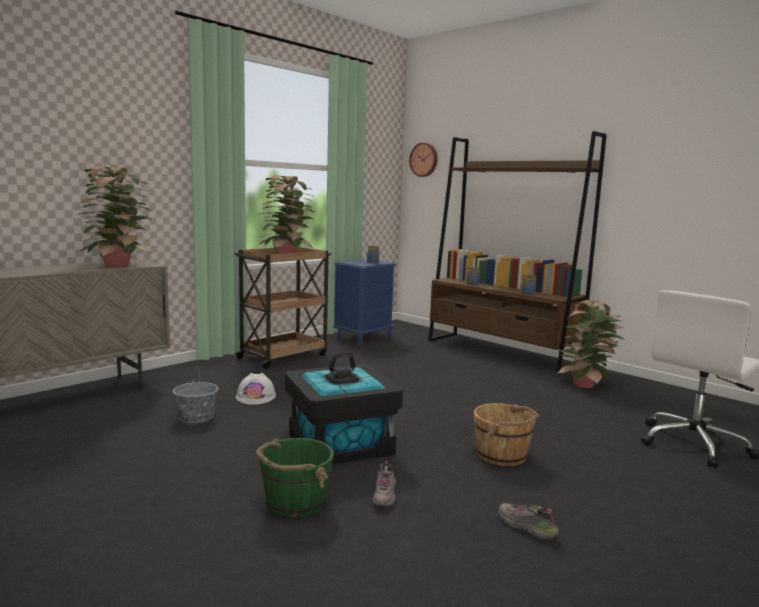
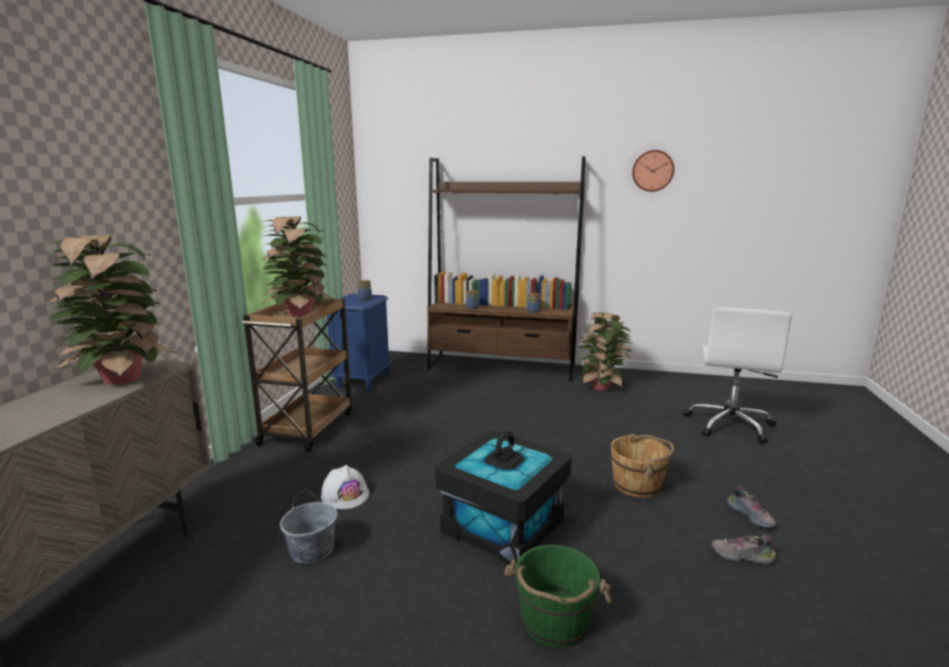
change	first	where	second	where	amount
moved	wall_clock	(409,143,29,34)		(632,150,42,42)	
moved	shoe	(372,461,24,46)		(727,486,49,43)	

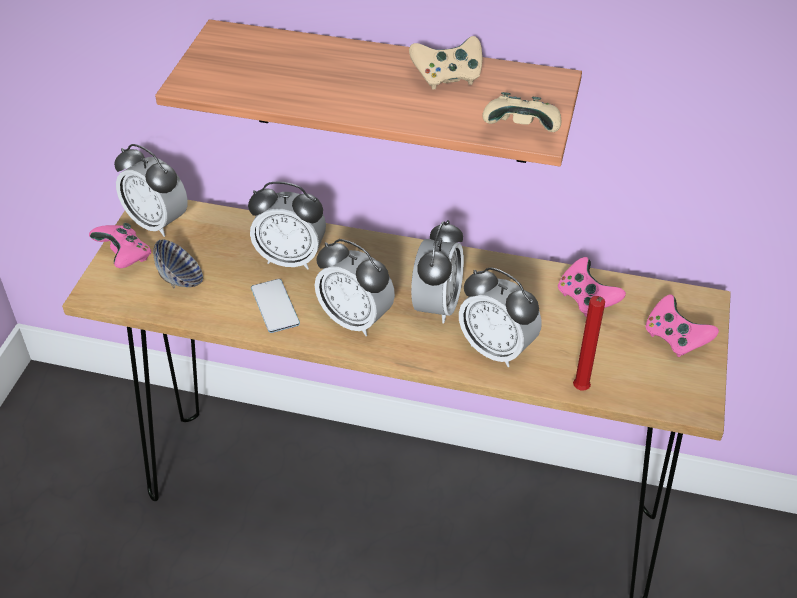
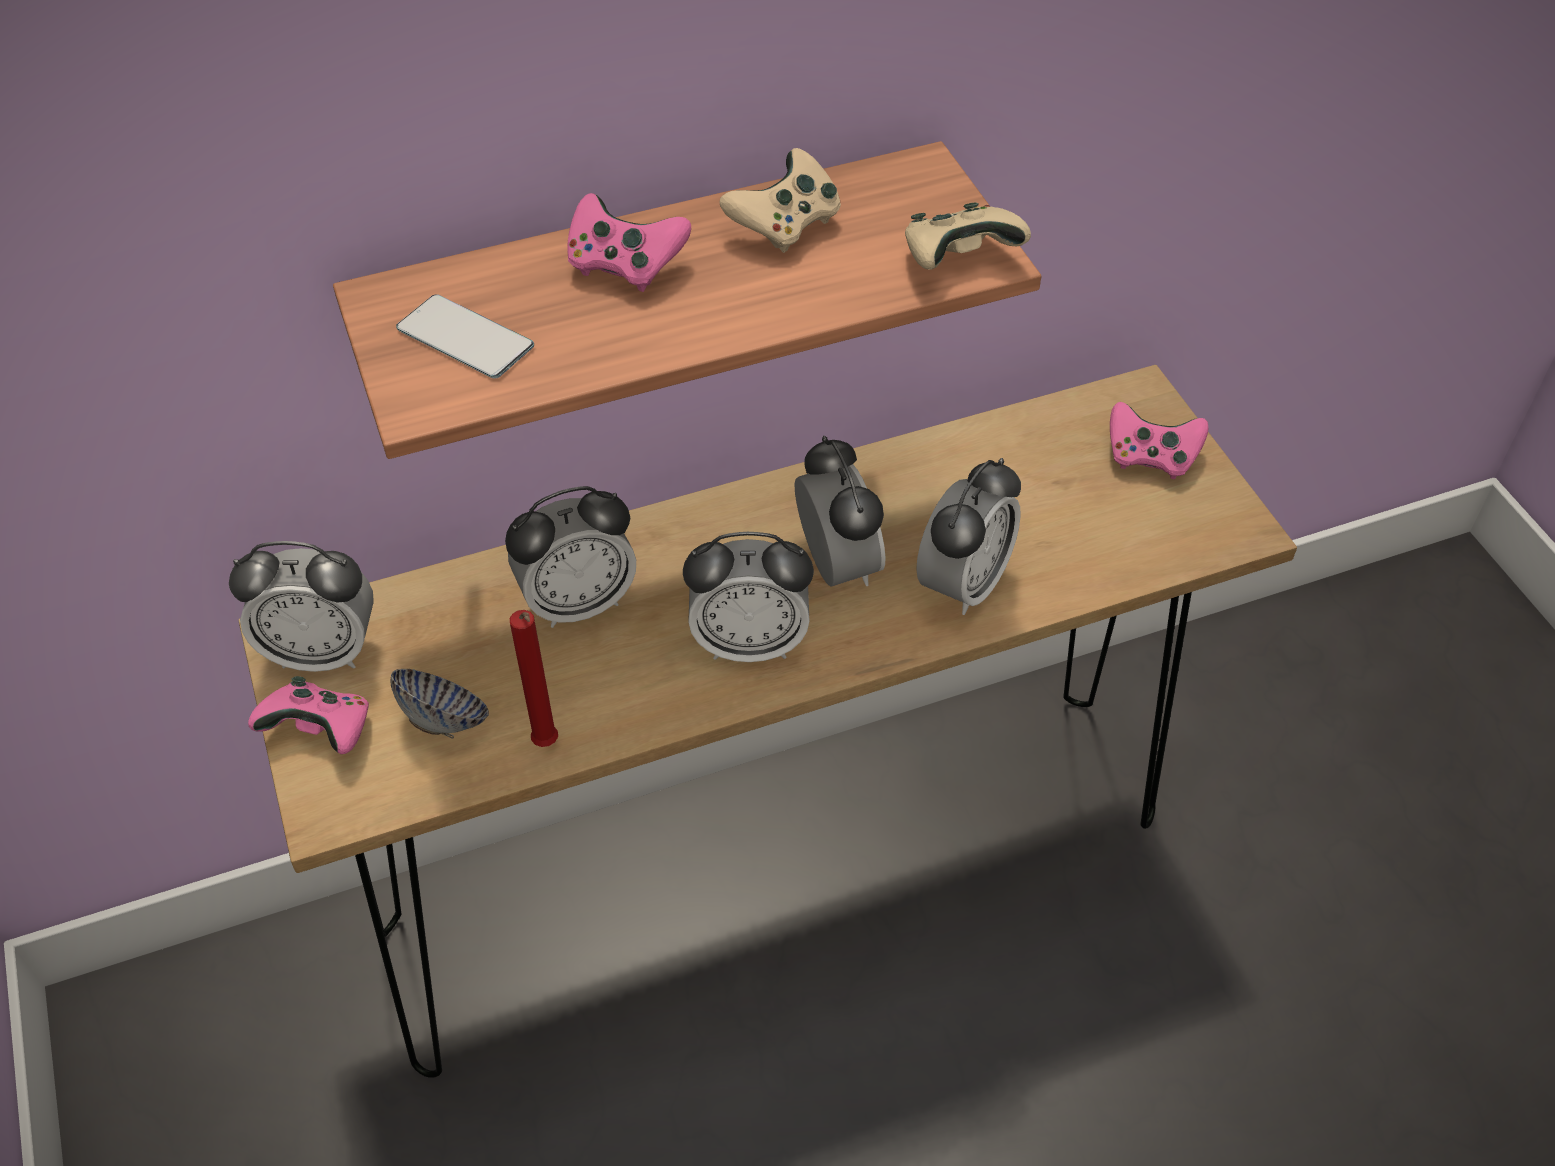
change	first	where	second	where	amount
moved	pink_game_controller	(558,257,68,60)		(567,193,124,99)	
turned	alarm_clock	(459,267,83,100)		(916,458,105,157)	60 degrees counterclockwise
moved	phone	(251,279,49,54)		(396,294,138,85)	
moved	red_candle	(573,296,32,95)		(510,610,48,137)	

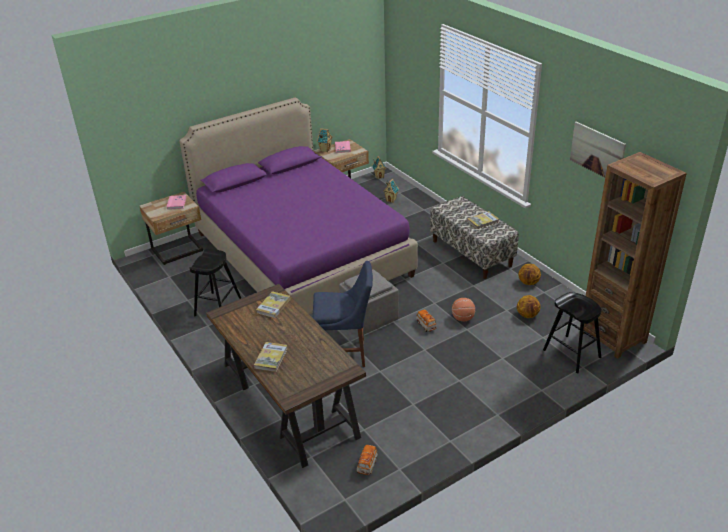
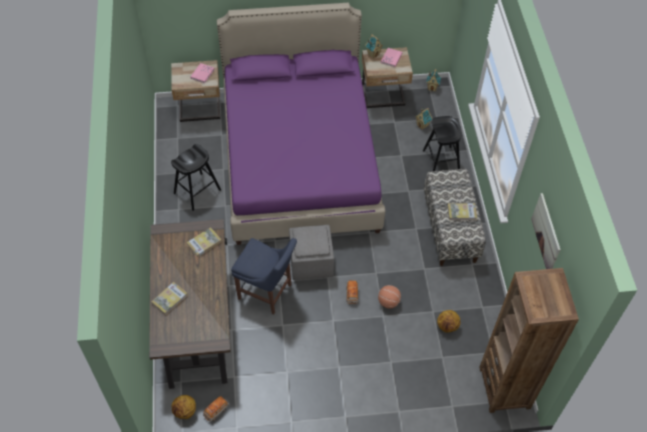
change	first	where	second	where	amount
moved	basketball	(518,264,23,21)		(172,395,24,24)	
moved	black_stool	(543,292,58,81)		(423,116,38,55)	

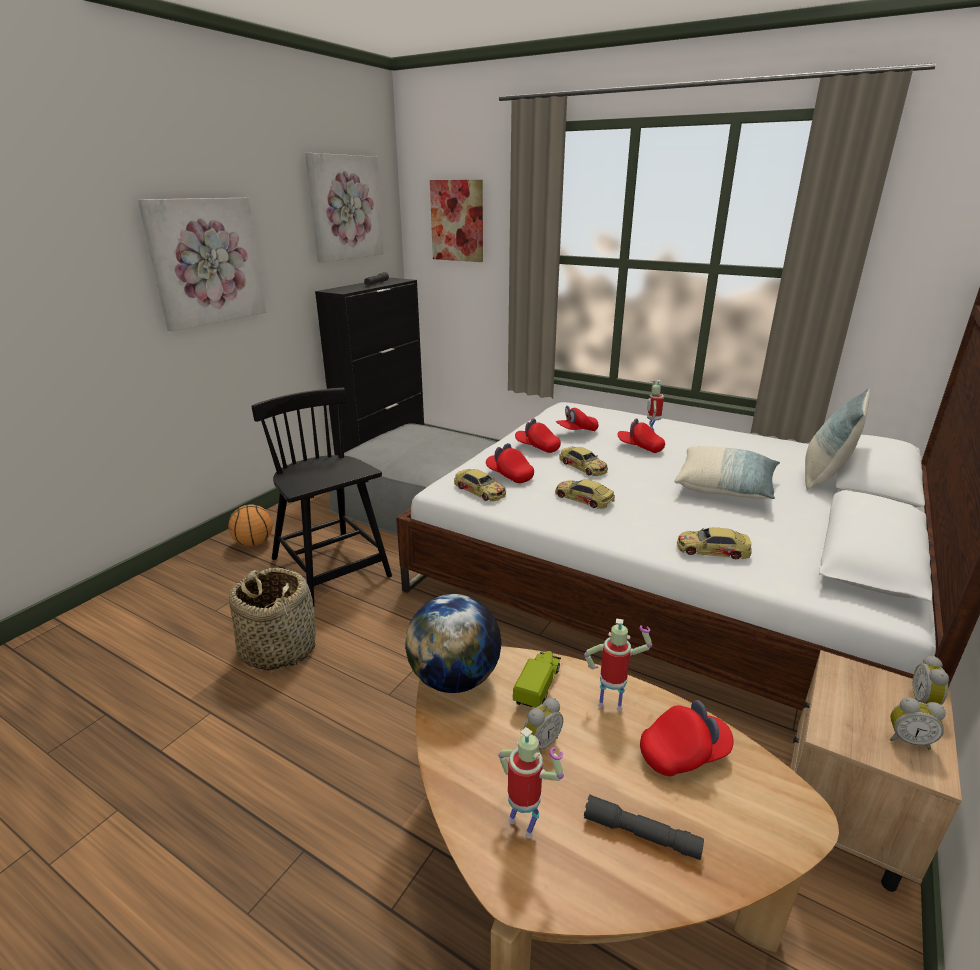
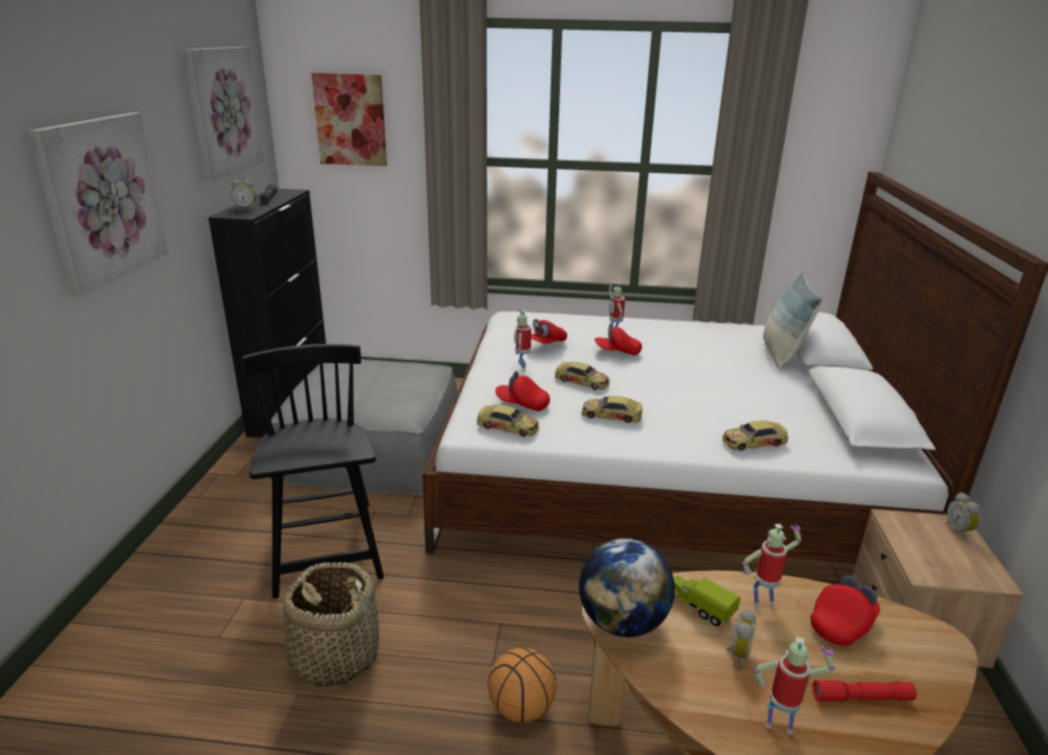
change	first	where	second	where	amount
turned	black_chair	(252,388,140,218)		(241,344,143,255)	45 degrees clockwise
replaced	red_cap	(515,419,46,34)	toy_robot	(514,310,17,62)	
removed	pillow	(674,446,106,53)			
moved	basketball	(228,505,45,41)		(488,648,69,74)	
turned	toy_truck	(513,651,48,57)		(673,576,67,50)	45 degrees counterclockwise
moved	alarm_clock	(890,697,56,53)		(231,180,25,30)	
recoloured	grey_flashlight	(584,794,120,66)	red_flashlight	(812,680,105,22)	

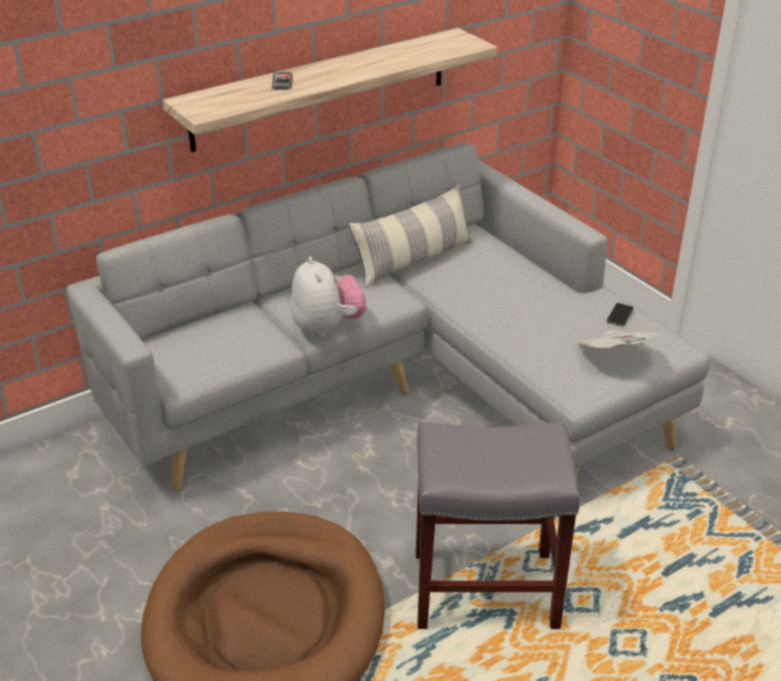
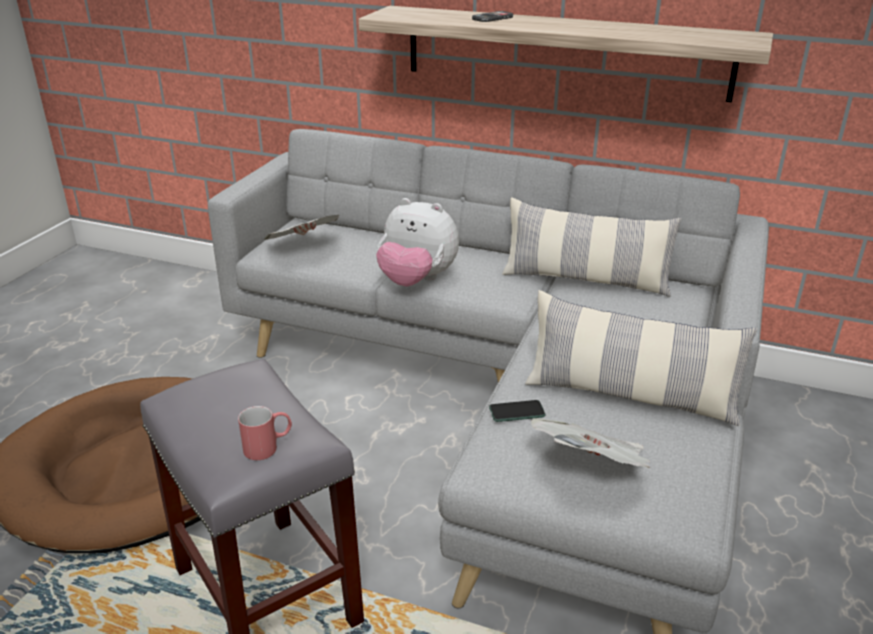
change	first	where	second	where	amount
turned	plush_toy	(291,256,76,81)		(376,198,83,89)	75 degrees clockwise
moved	phone	(607,303,27,23)		(489,400,56,22)	
added			newspaper	(264,215,75,25)	
added			pillow	(525,290,232,136)	
added			red_mug	(238,406,54,54)	

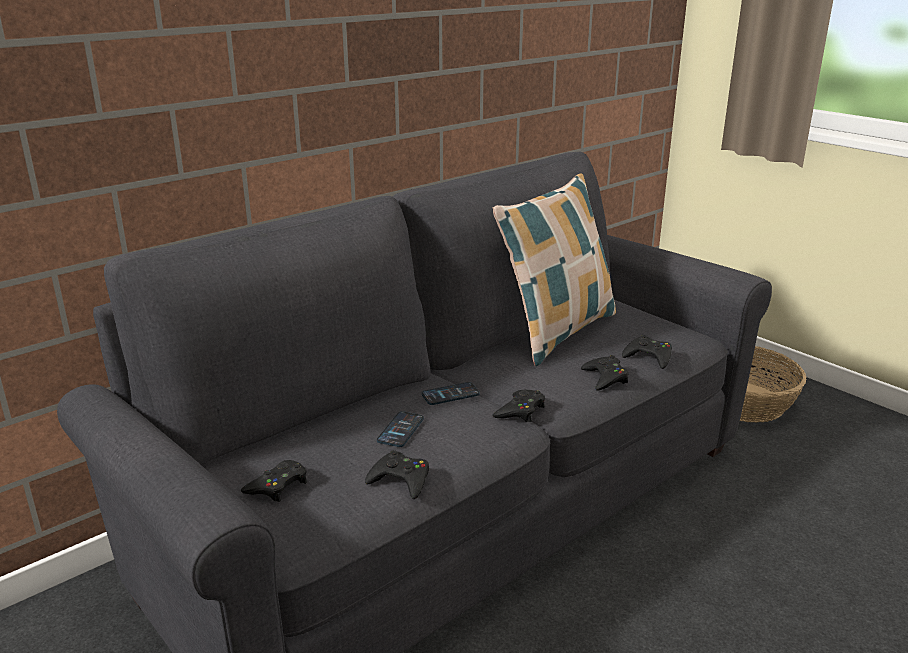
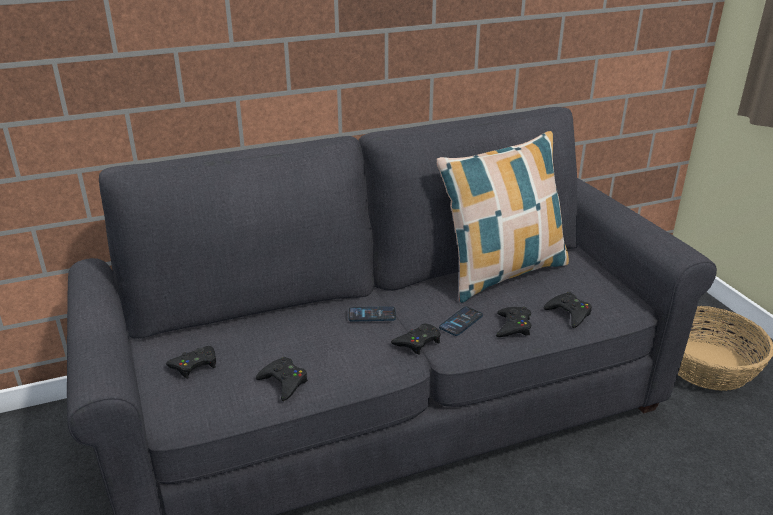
change	first	where	second	where	amount
moved	phone	(377,411,47,36)		(439,306,44,30)	

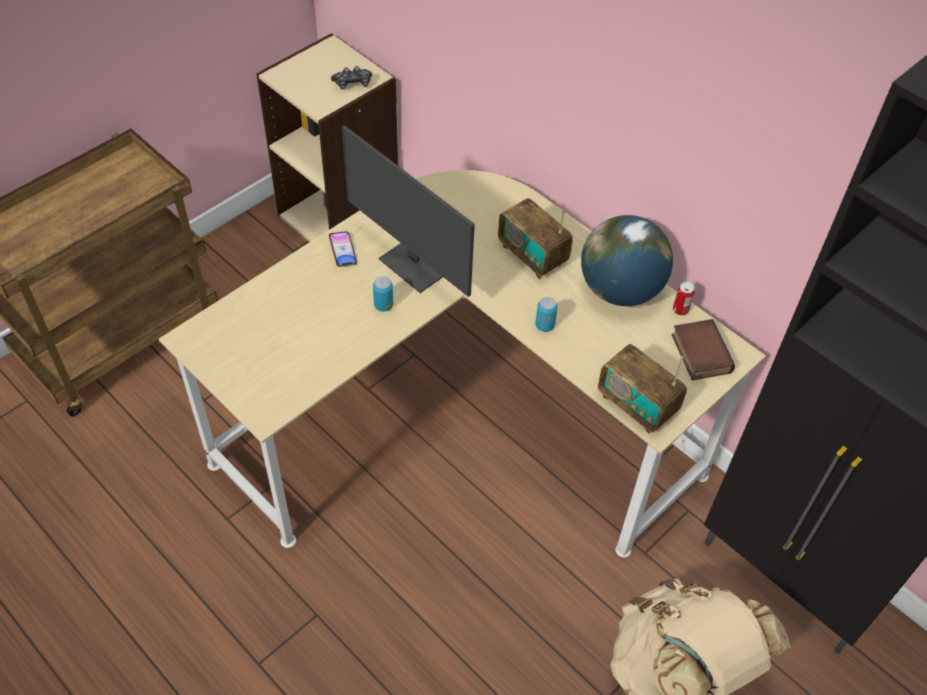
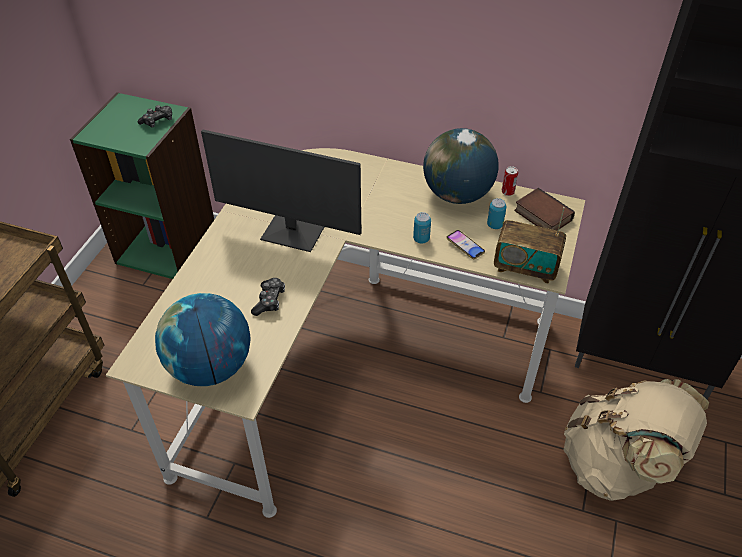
change	first	where	second	where	amount
recoloured	beige_bookcase	(256,33,142,209)	green_bookcase	(70,92,144,187)	
removed	radio	(498,198,75,81)			
moved	phone	(329,231,28,36)		(446,230,39,29)	
moved	can	(373,276,20,36)		(487,198,19,31)	
added			game_controller	(251,278,34,38)	
added			globe	(155,293,96,93)	

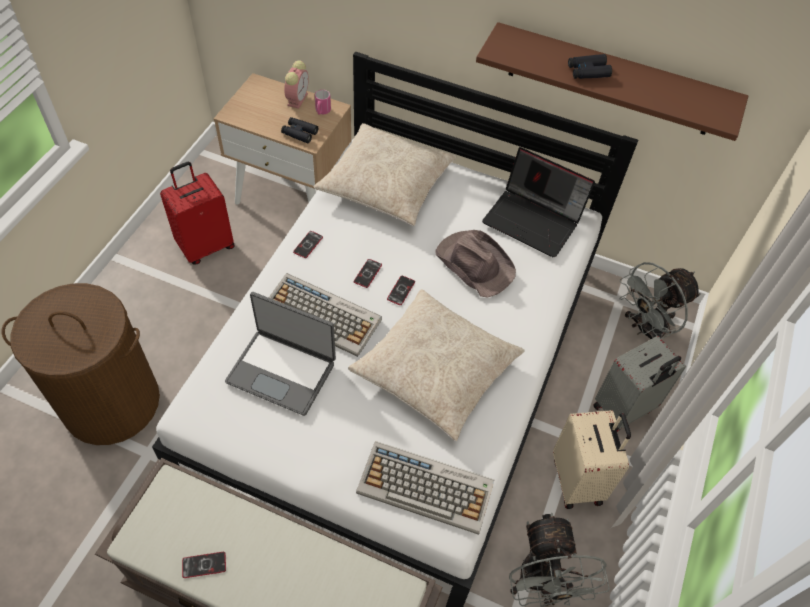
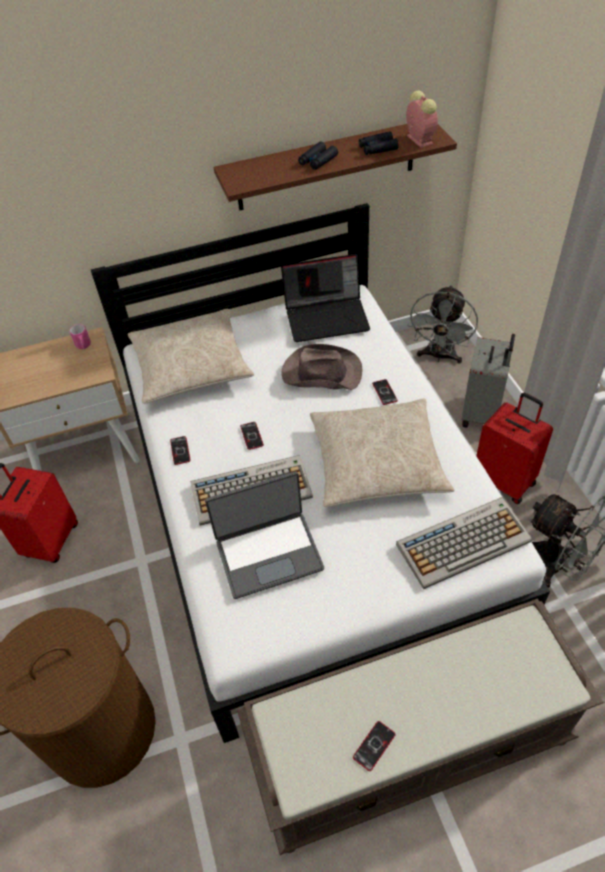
change	first	where	second	where	amount
moved	alarm_clock	(284,60,25,49)		(406,90,32,58)	
moved	black_binoculars	(281,117,37,26)		(359,131,40,24)	
moved	phone	(387,276,28,29)		(372,379,26,26)	
recoloured	beige_suitcase	(553,410,78,99)	red_suitcase	(476,393,77,111)	

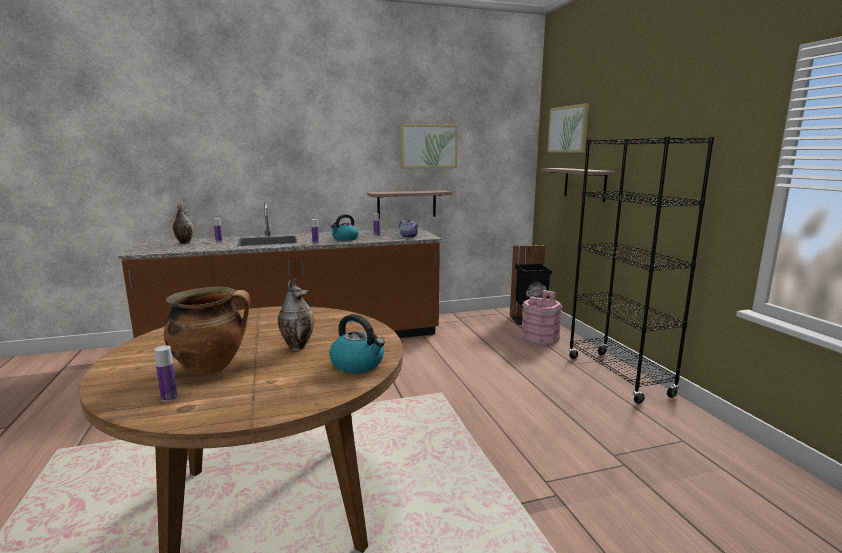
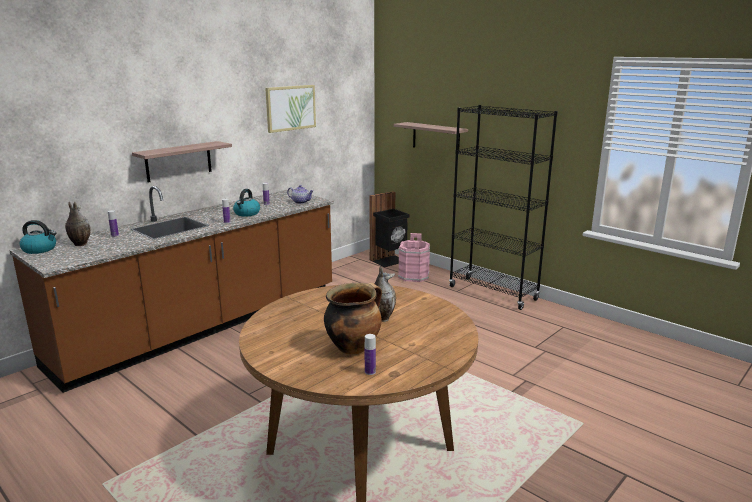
change	first	where	second	where	amount
removed	picture	(547,103,42,50)			
moved	shelf	(367,190,85,29)		(132,141,100,41)	
moved	kettle	(329,314,56,59)		(20,220,36,34)	

